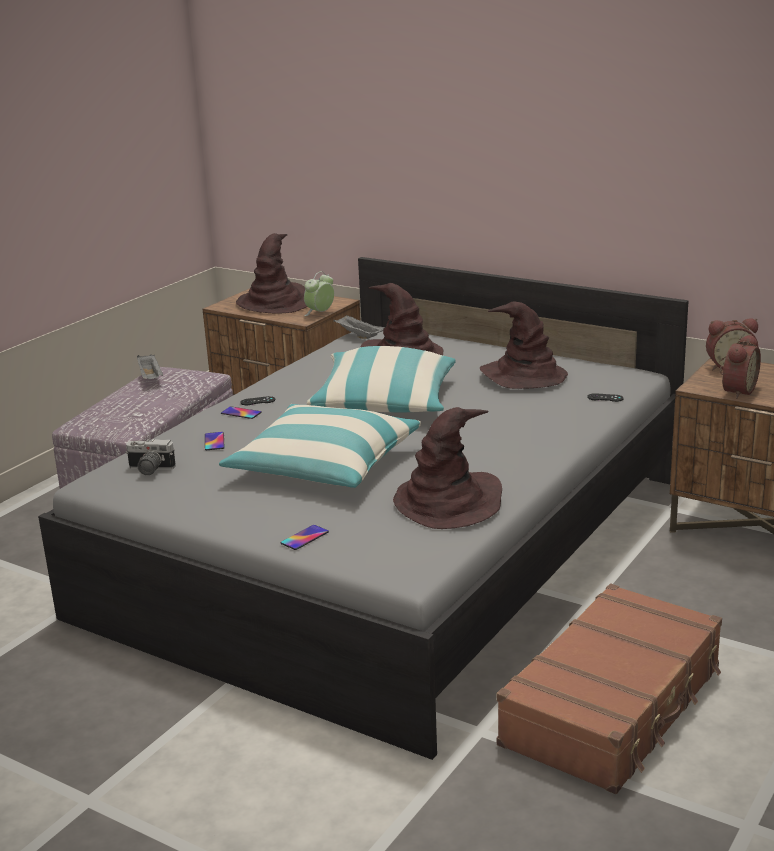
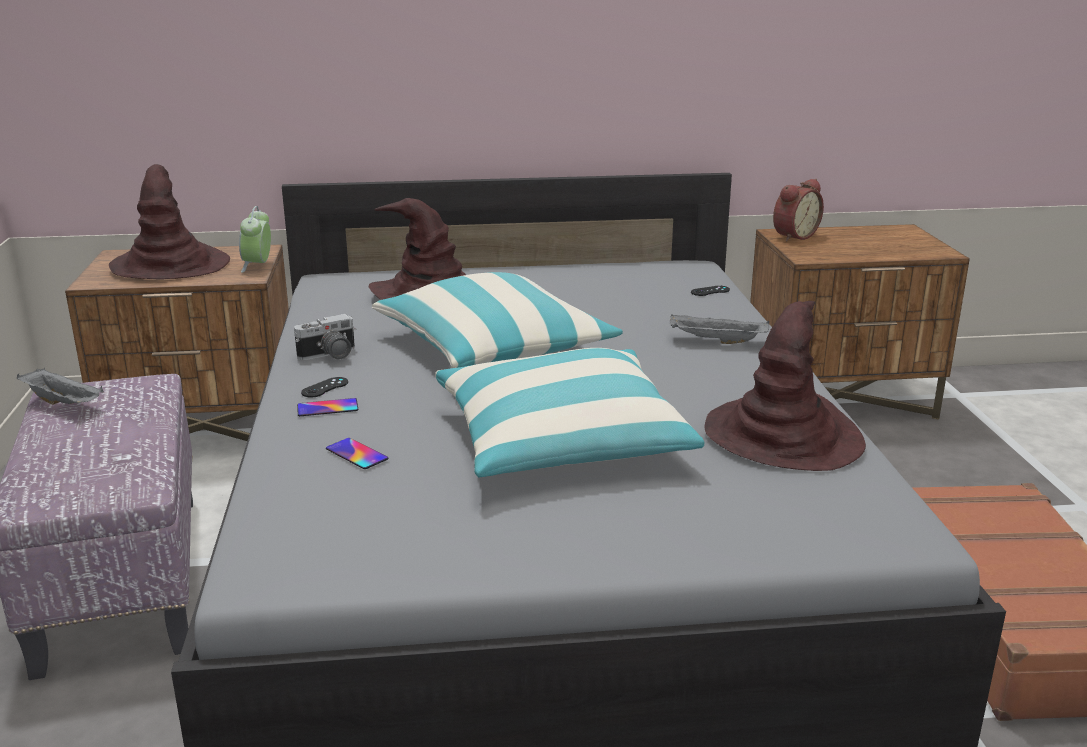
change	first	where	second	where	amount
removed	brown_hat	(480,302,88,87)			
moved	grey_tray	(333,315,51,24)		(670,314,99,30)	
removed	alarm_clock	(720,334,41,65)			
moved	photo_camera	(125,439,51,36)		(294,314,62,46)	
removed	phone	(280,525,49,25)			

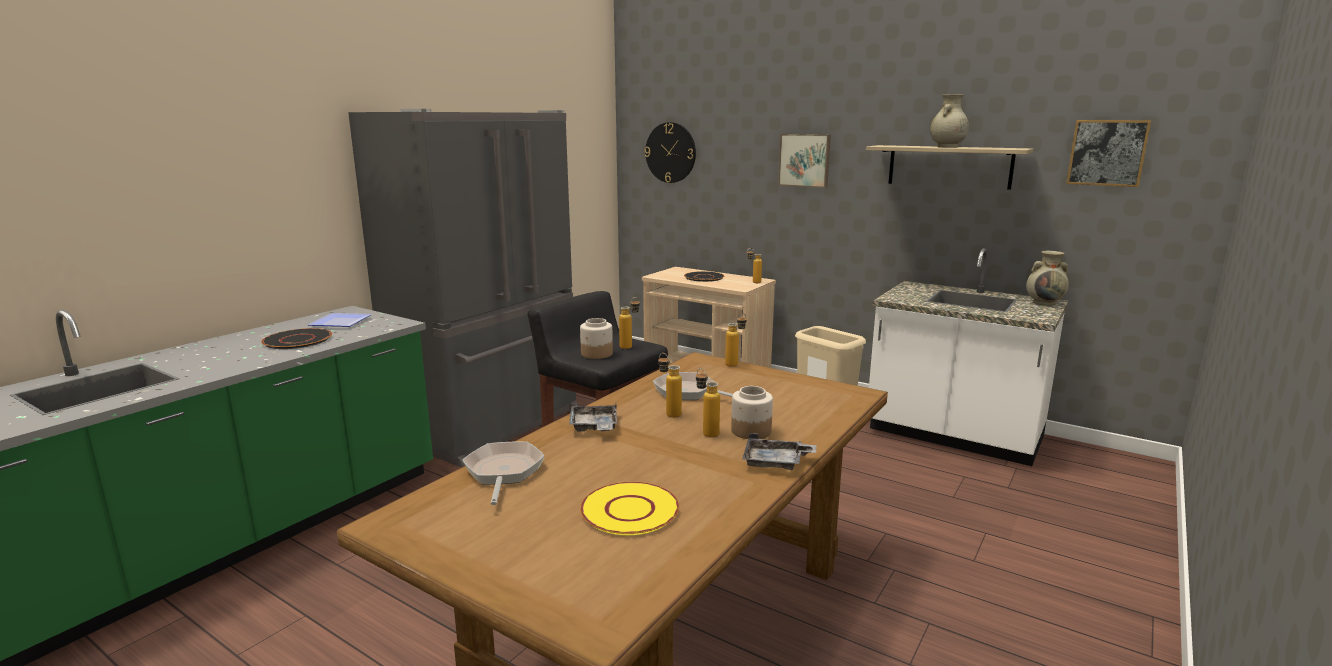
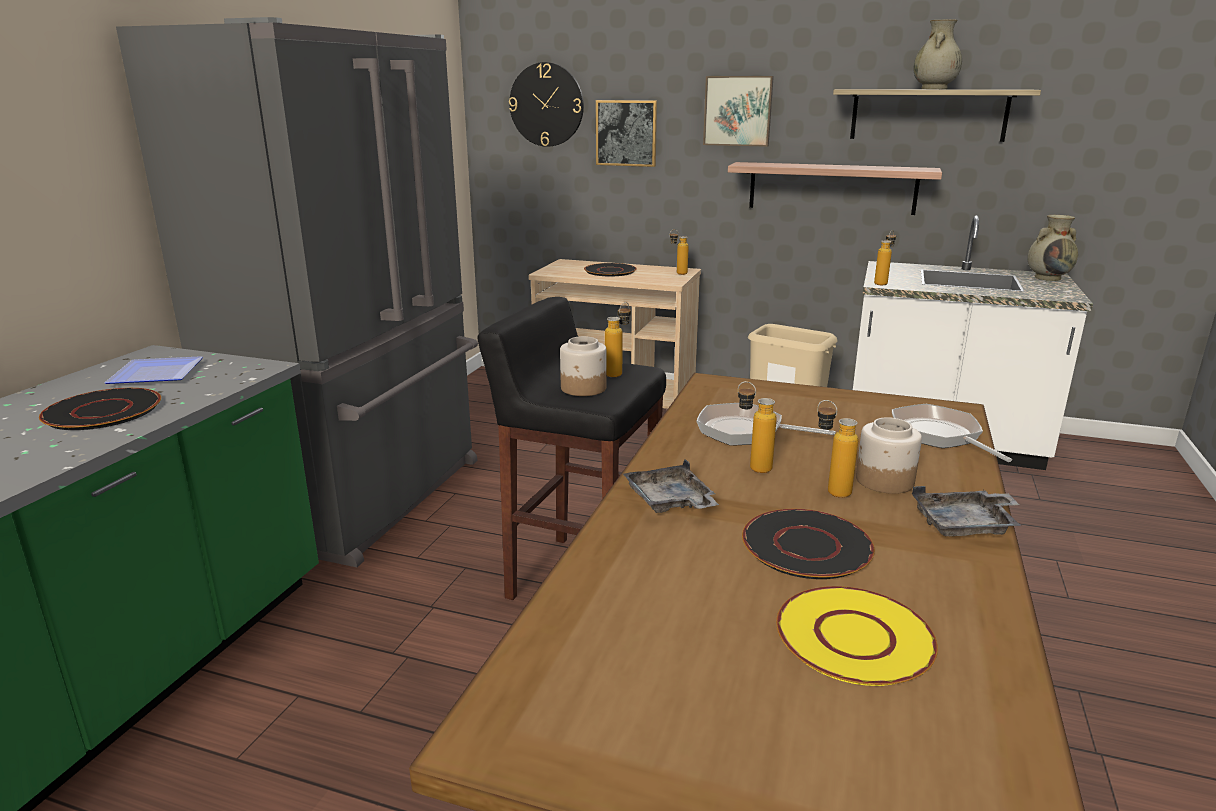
change	first	where	second	where	amount
moved	picture	(1066,120,85,67)		(596,100,61,67)	
moved	bottle	(725,313,21,54)		(874,230,22,55)	
moved	frying_pan	(462,441,83,64)		(892,404,120,58)	
added			shelf	(728,162,214,53)	
added			black_plate	(742,509,133,70)	

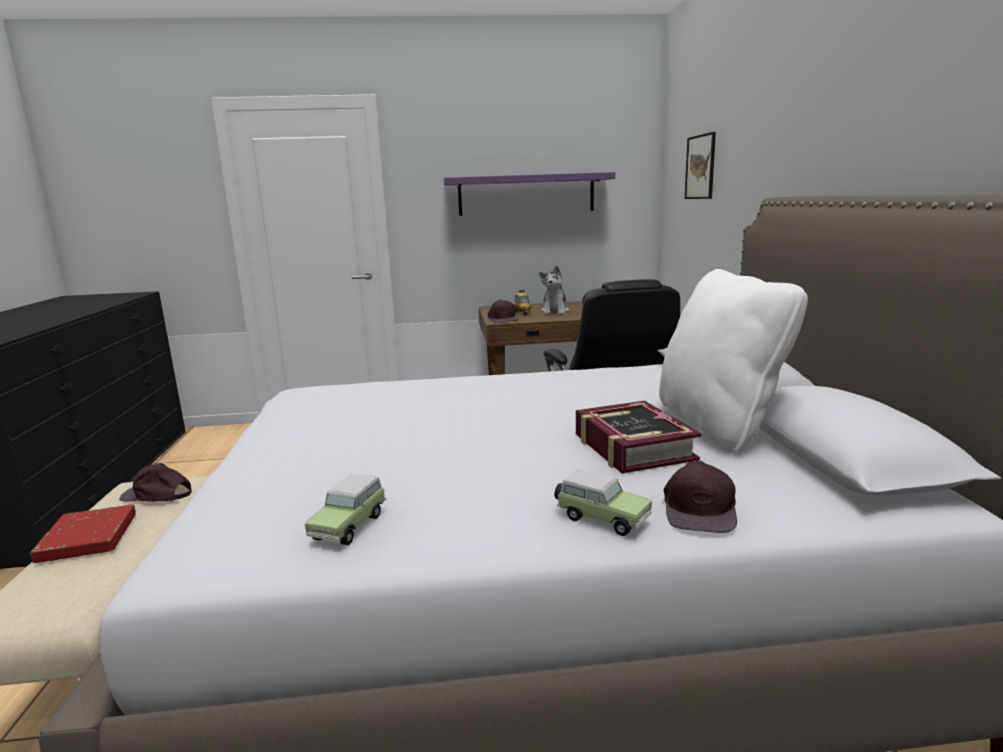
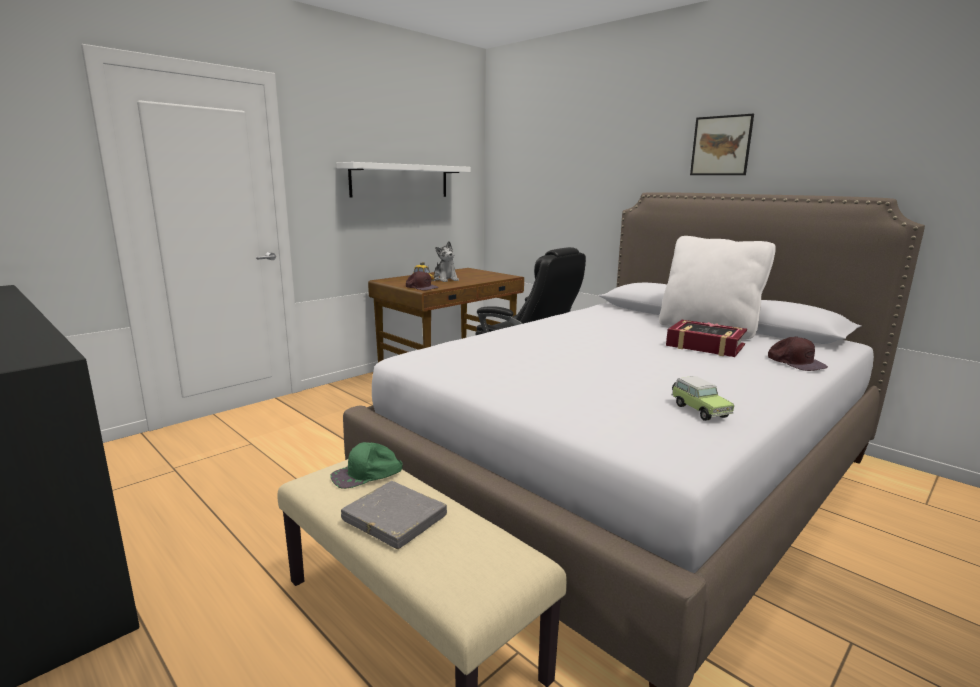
change	first	where	second	where	amount
moved	picture	(685,132,31,67)		(690,114,64,61)	
recoloured	purple_shelf	(444,172,171,44)	white_shelf	(337,162,134,36)	
recoloured	brown_cap	(119,463,72,39)	green_cap	(330,442,73,47)	
removed	toy_car	(554,469,98,67)			
recoloured	red_book	(30,505,106,58)	grey_book	(341,481,106,68)	

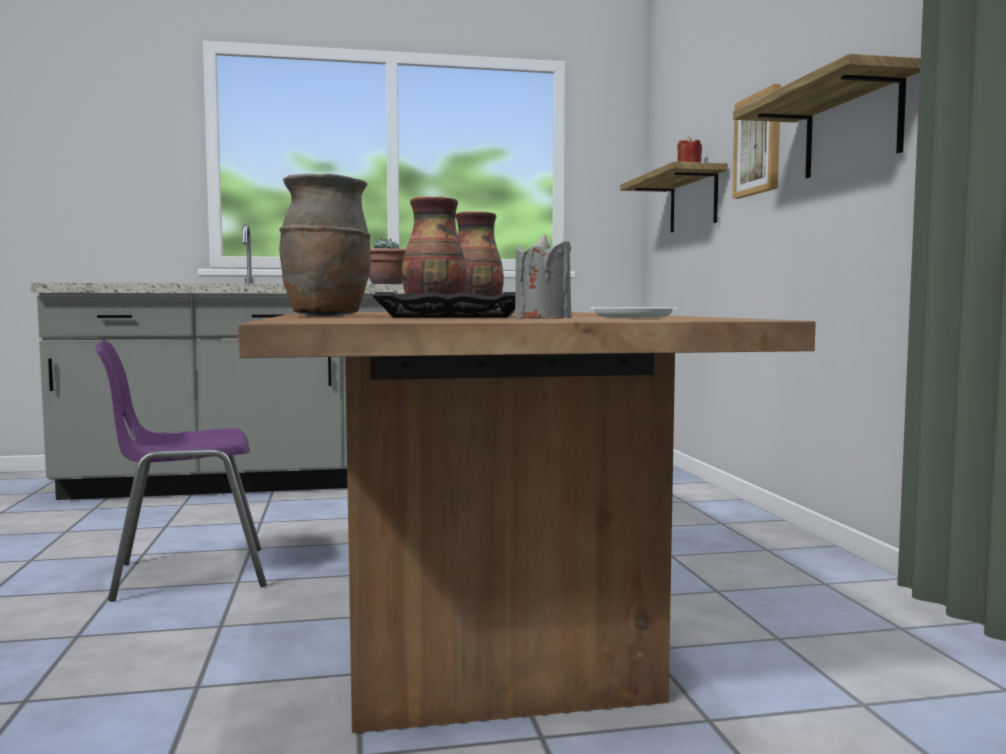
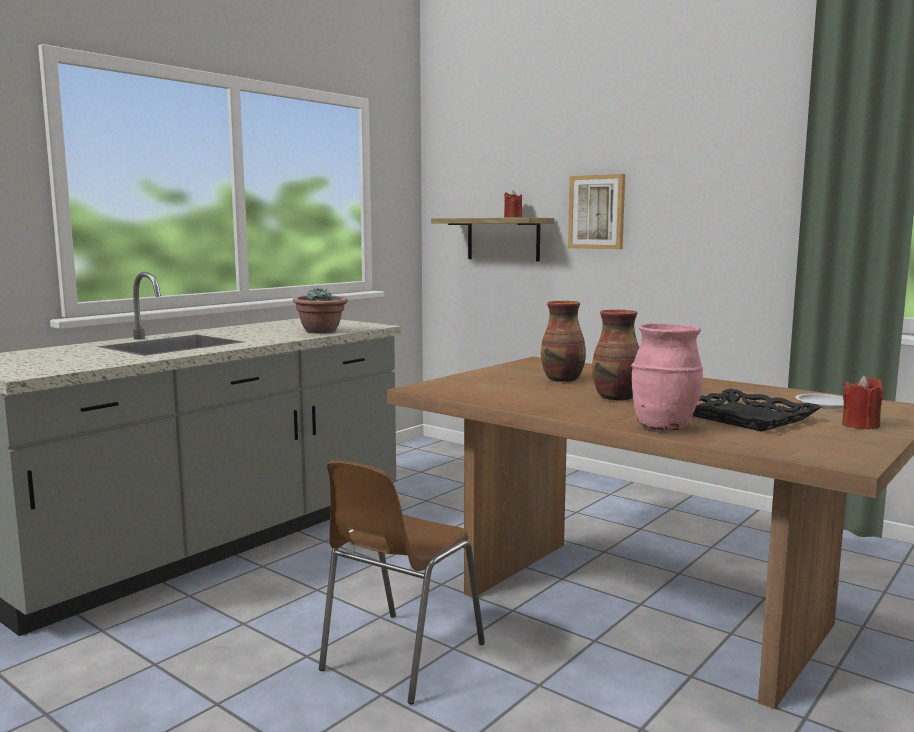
change	first	where	second	where	amount
removed	shelf	(733,54,188,124)			
recoloured	brown_vase	(279,174,92,142)	pink_vase	(631,323,72,107)	
recoloured	grey_candle	(515,235,56,84)	red_candle	(842,375,41,55)	
recoloured	purple_chair	(95,341,172,261)	brown_chair	(319,460,166,244)	

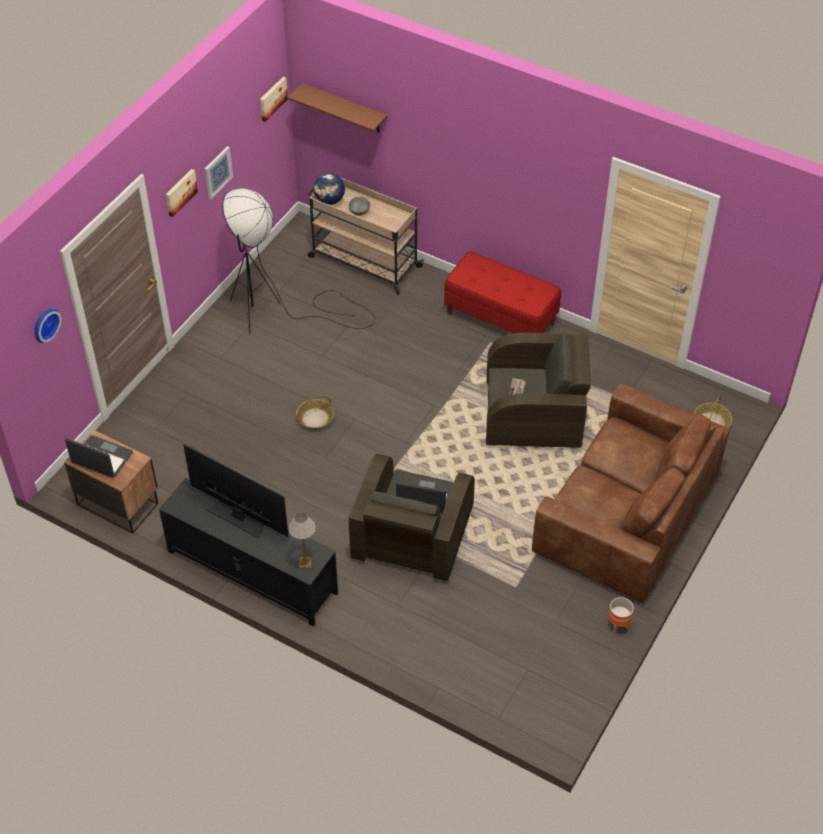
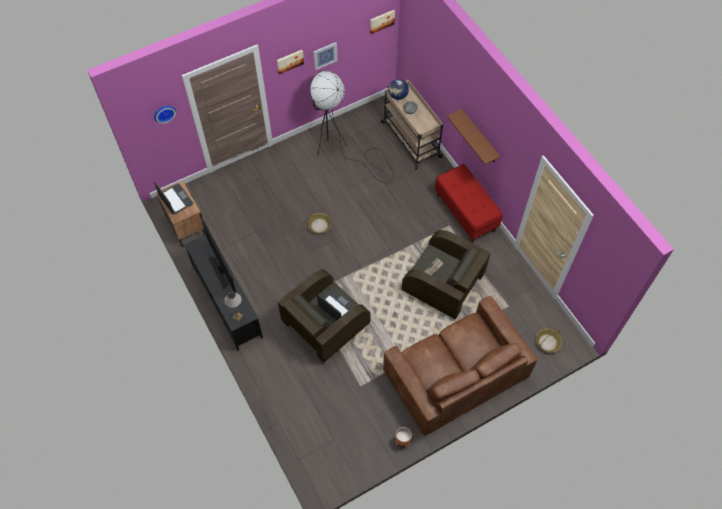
change	first	where	second	where	amount
moved	brown_shelf	(288,83,99,50)		(447,109,53,56)	

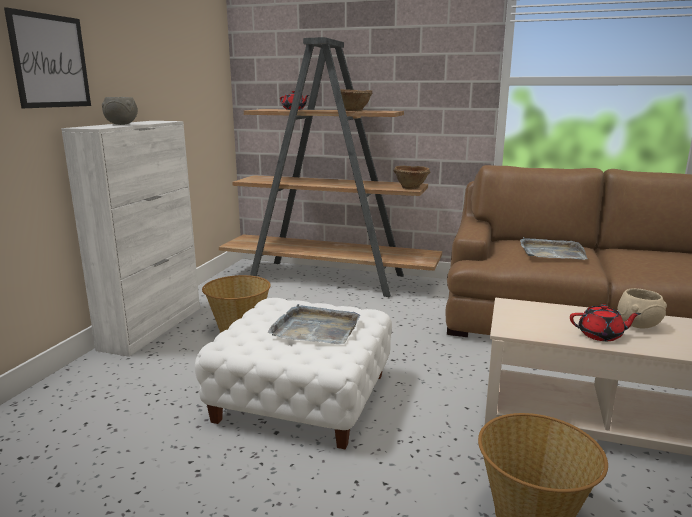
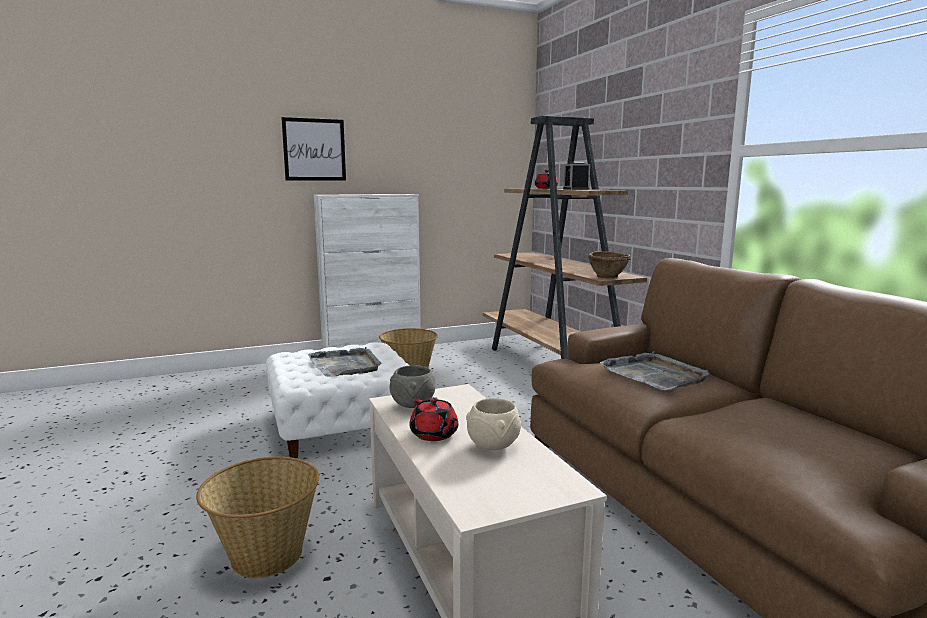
change	first	where	second	where	amount
replaced	brown_bowl	(340,89,33,22)	alarm_clock	(563,162,27,28)	
moved	grey_bowl	(102,97,36,28)		(390,365,46,43)	

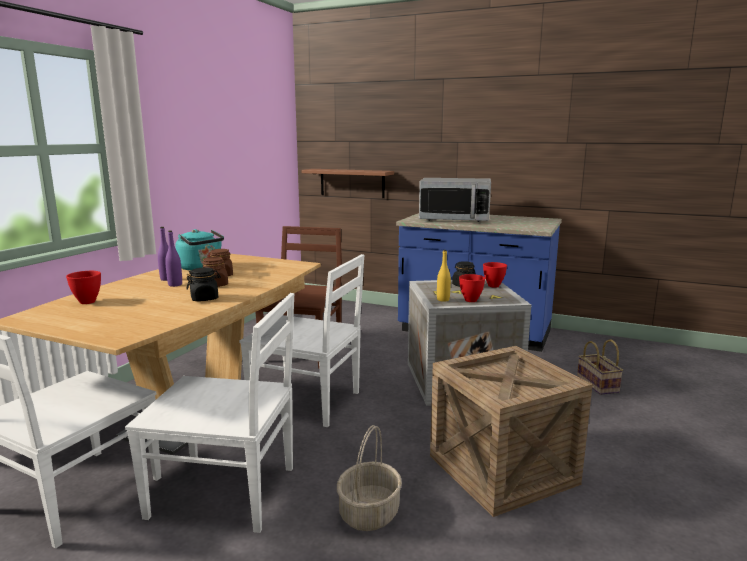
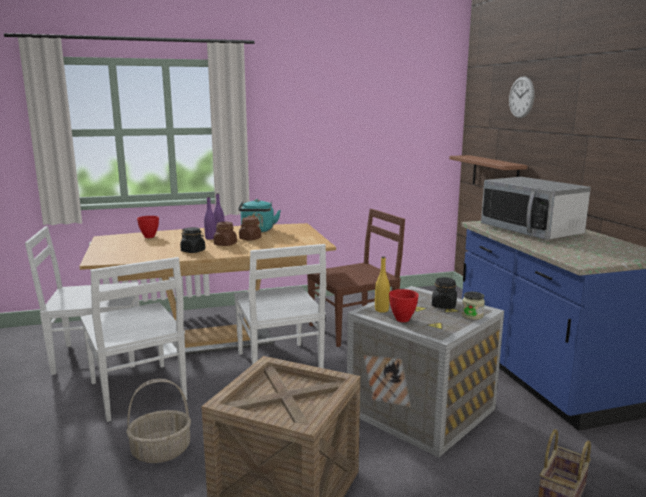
change	first	where	second	where	amount
replaced	red_bowl	(483,262,24,26)	jar	(462,292,23,28)	
added			wall_clock	(509,76,26,42)	

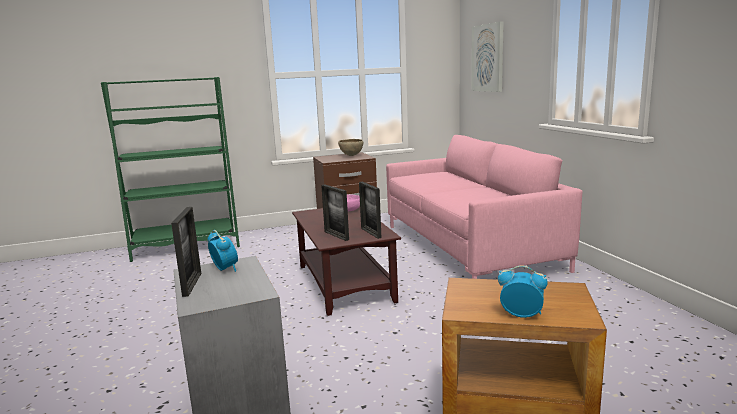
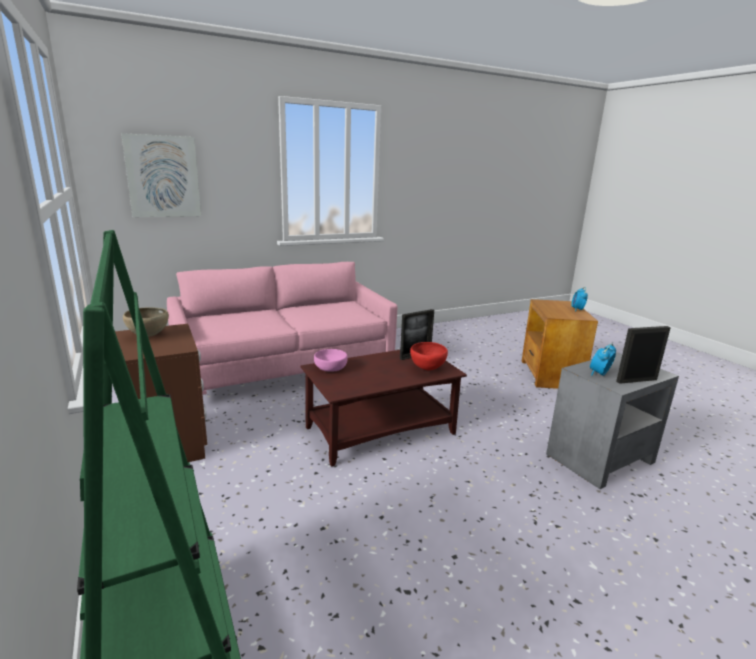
change	first	where	second	where	amount
replaced	picture_frame	(321,184,28,57)	red_bowl	(410,342,38,28)	

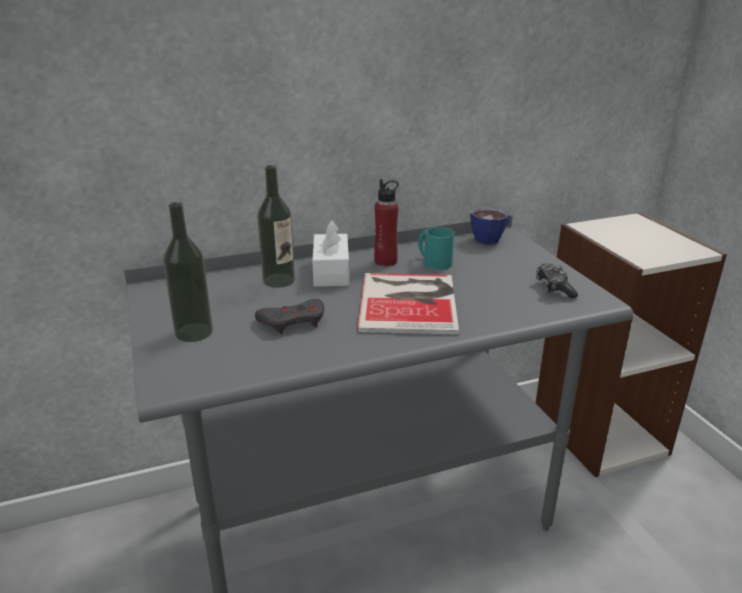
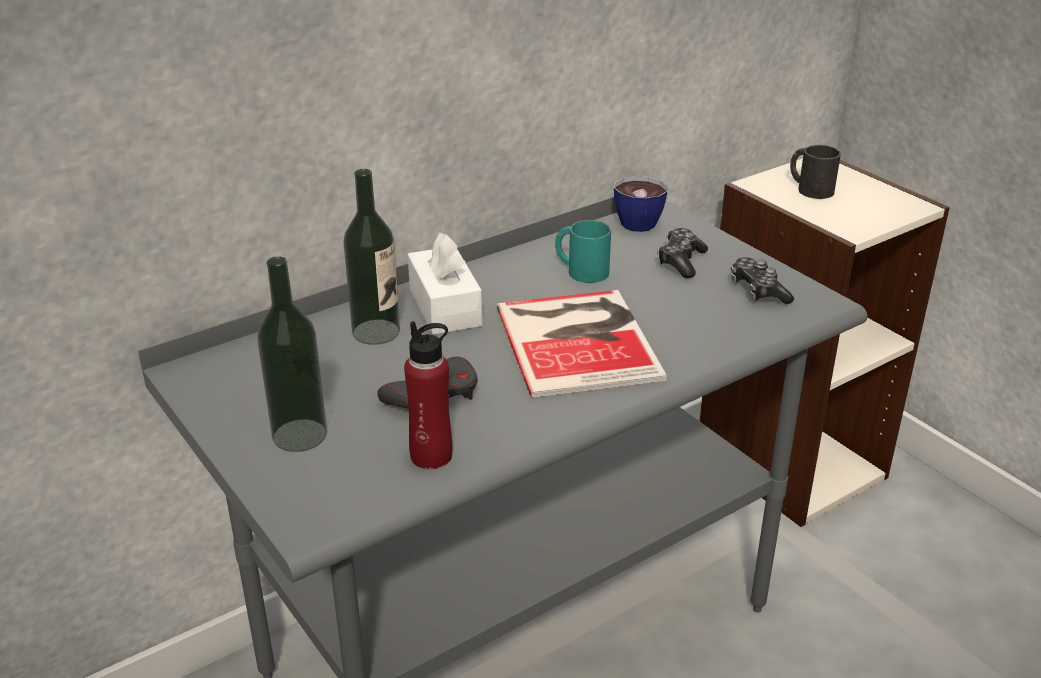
change	first	where	second	where	amount
moved	red_bottle	(374,179,25,87)		(404,321,48,148)	
added			black_mug	(790,145,51,54)	
added			game_controller	(657,228,51,50)	

